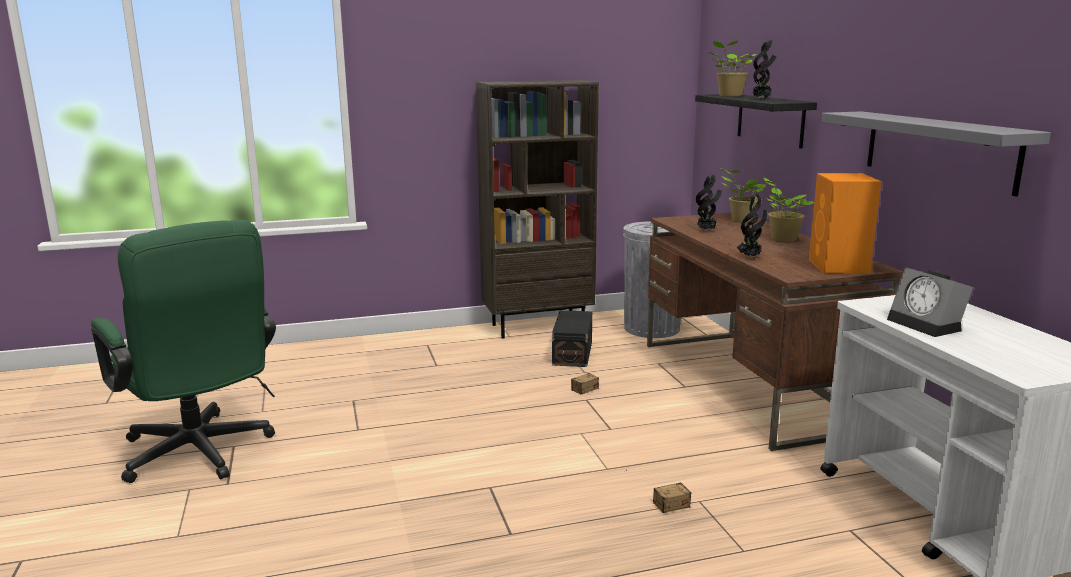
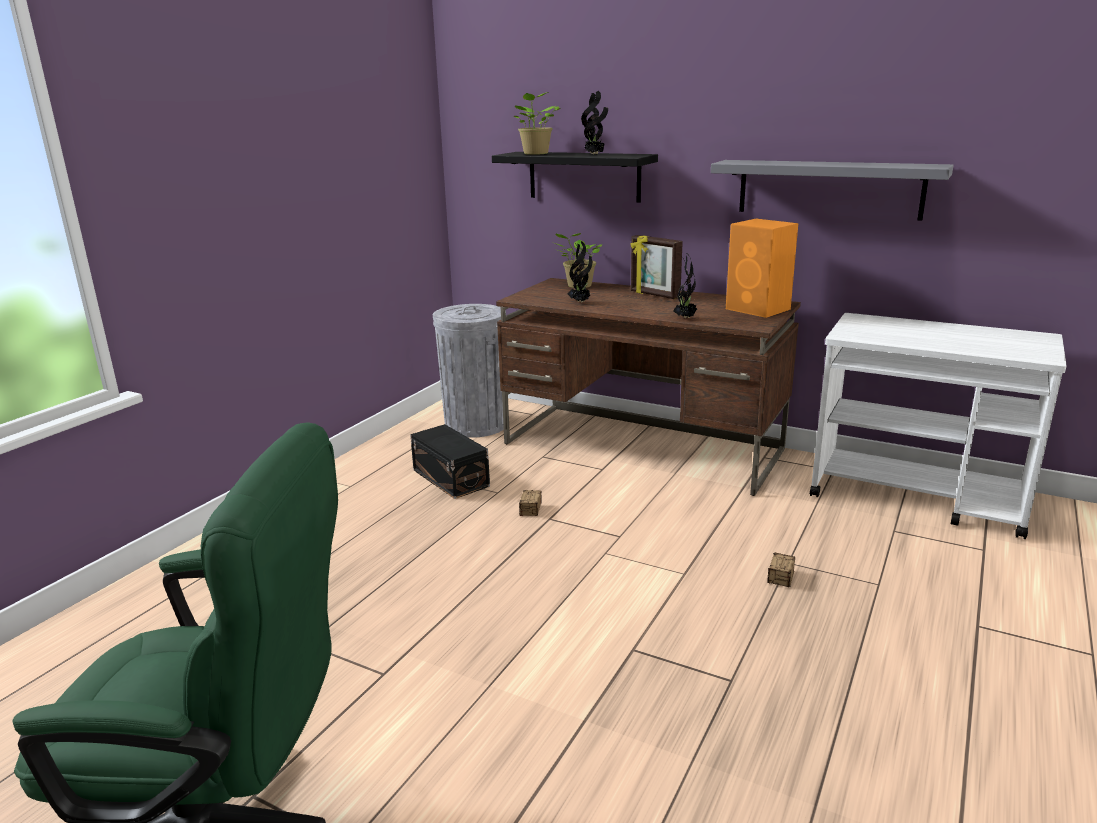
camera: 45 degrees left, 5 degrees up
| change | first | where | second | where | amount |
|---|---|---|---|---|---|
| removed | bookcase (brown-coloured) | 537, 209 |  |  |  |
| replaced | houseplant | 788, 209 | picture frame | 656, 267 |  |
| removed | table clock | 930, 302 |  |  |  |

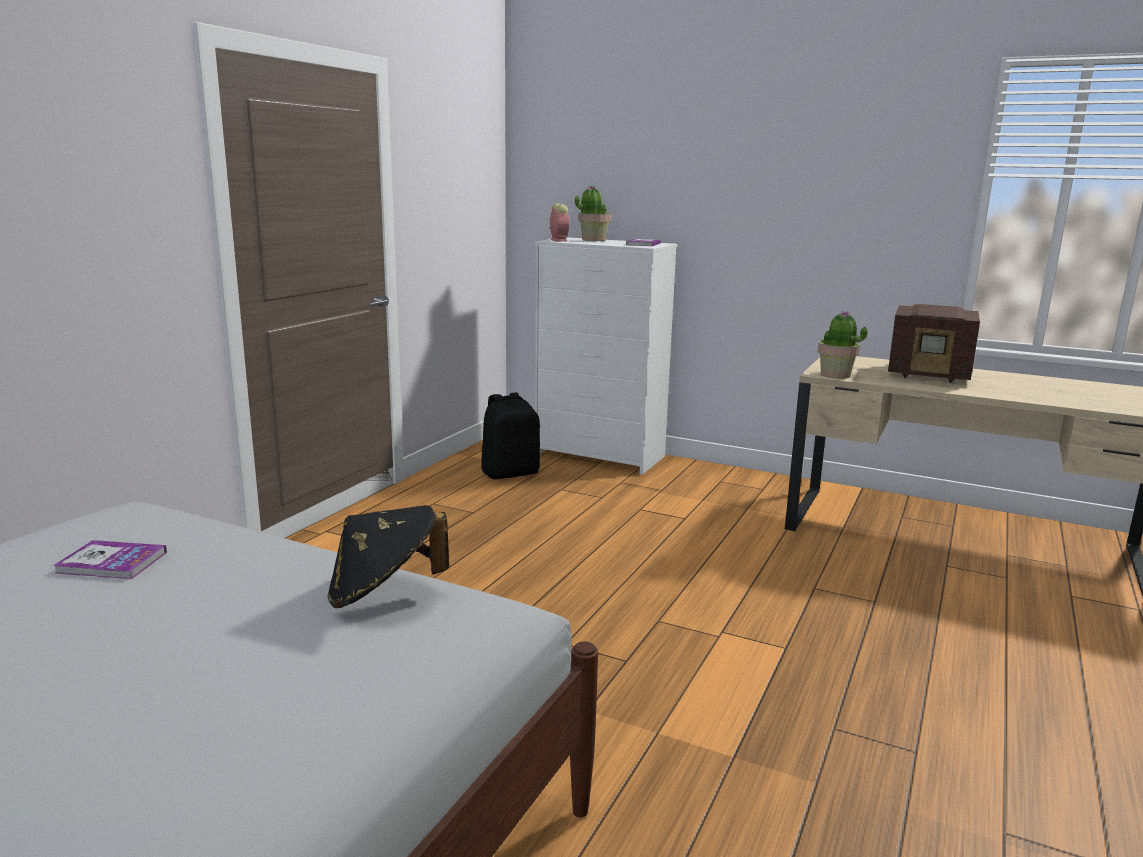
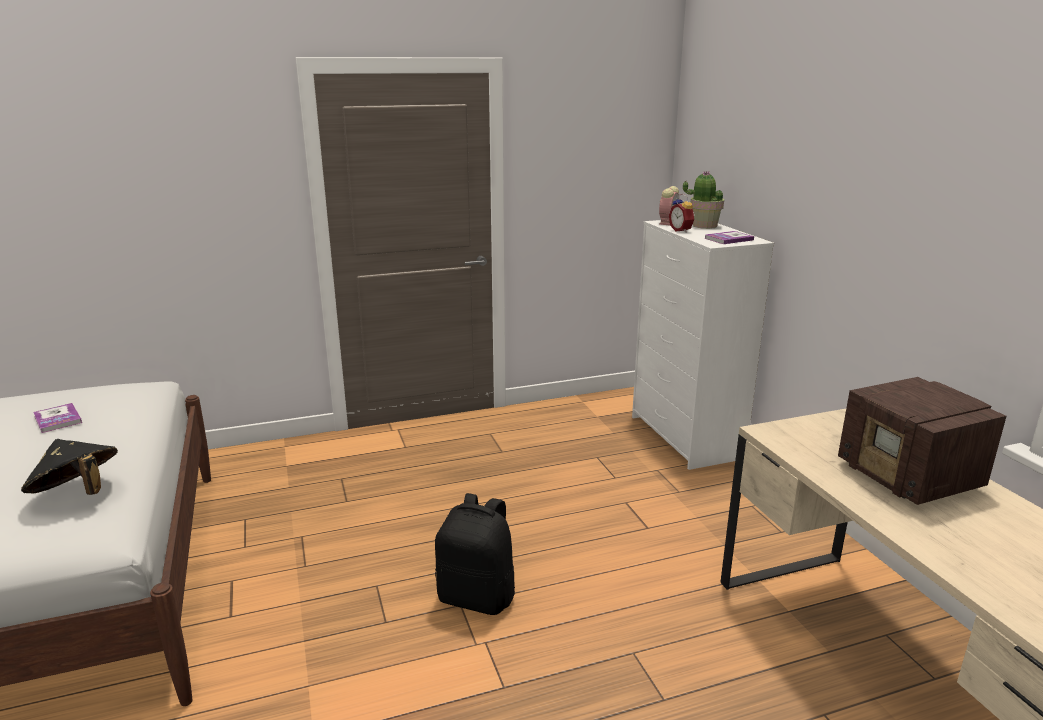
camera: 45 degrees right, 5 degrees up
| change | first | where | second | where | amount |
|---|---|---|---|---|---|
| removed | houseplant | 843, 345 |  |  |  |
| moved | rucksack (blackish) | 510, 435 |  | 475, 554 |  |
| added |  |  | table clock | 682, 213 |  |

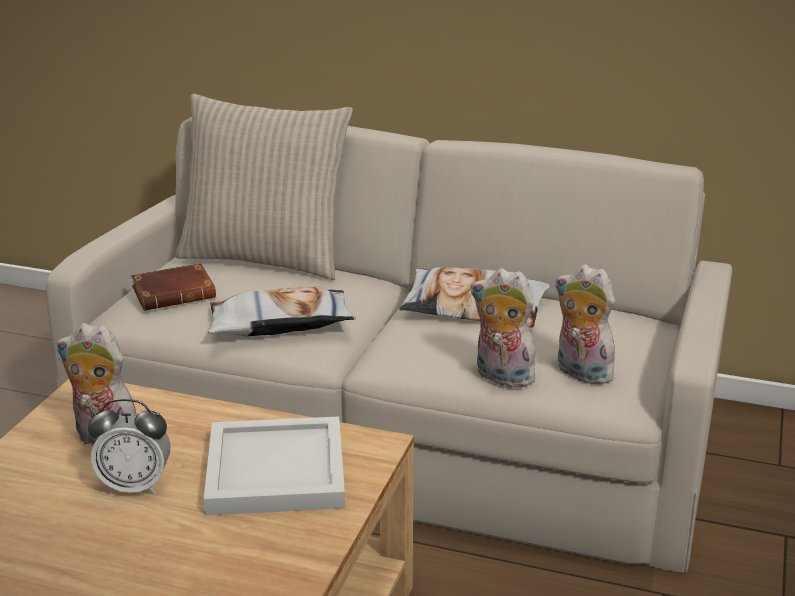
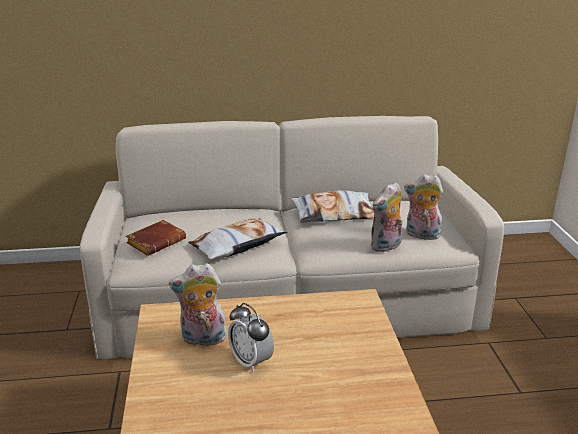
camera: 25 degrees left, 0 degrees up
| change | first | where | second | where | amount |
|---|---|---|---|---|---|
| removed | cushion (beige-coloured) | 264, 187 |  |  |  |
| turned | plush toy | 504, 327 |  | 387, 217 | 45 degrees counterclockwise |
| turned | table clock | 129, 446 |  | 251, 337 | 75 degrees clockwise |
| removed | serving tray (whitish) | 274, 466 |  |  |  |

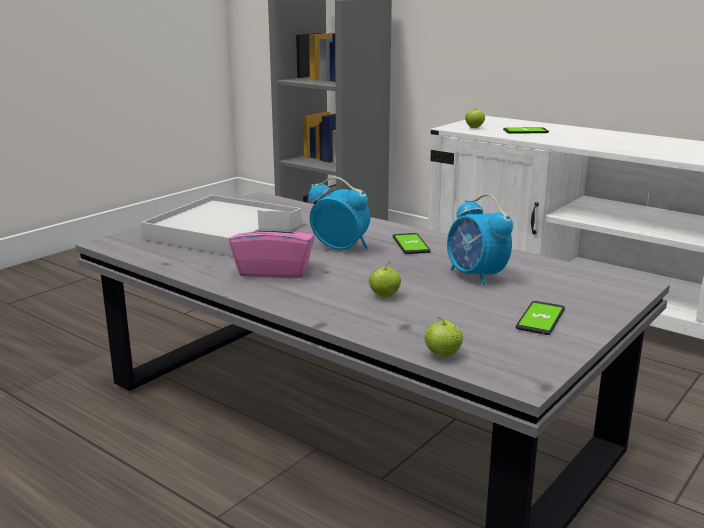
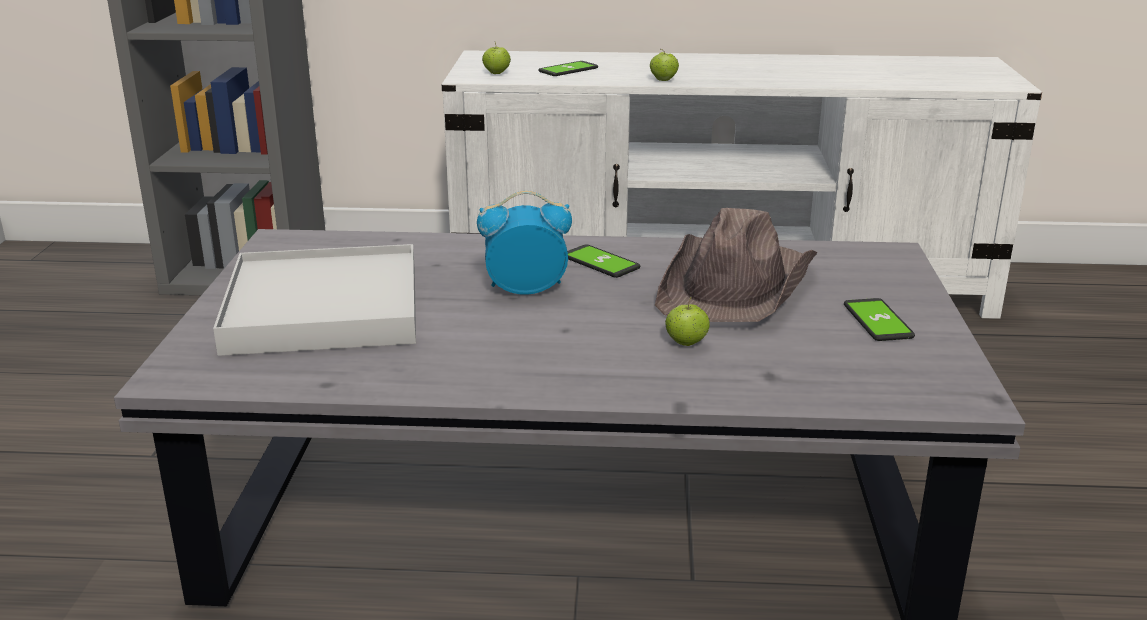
camera: 35 degrees left, 5 degrees up
| change | first | where | second | where | amount |
|---|---|---|---|---|---|
| replaced | table clock | 480, 240 | clothing hat (brown-coloured) | 736, 265 |  |
| removed | box of tissues (pinkish) | 272, 244 |  |  |  |
| moved | apple | 444, 337 |  | 664, 65 |  |

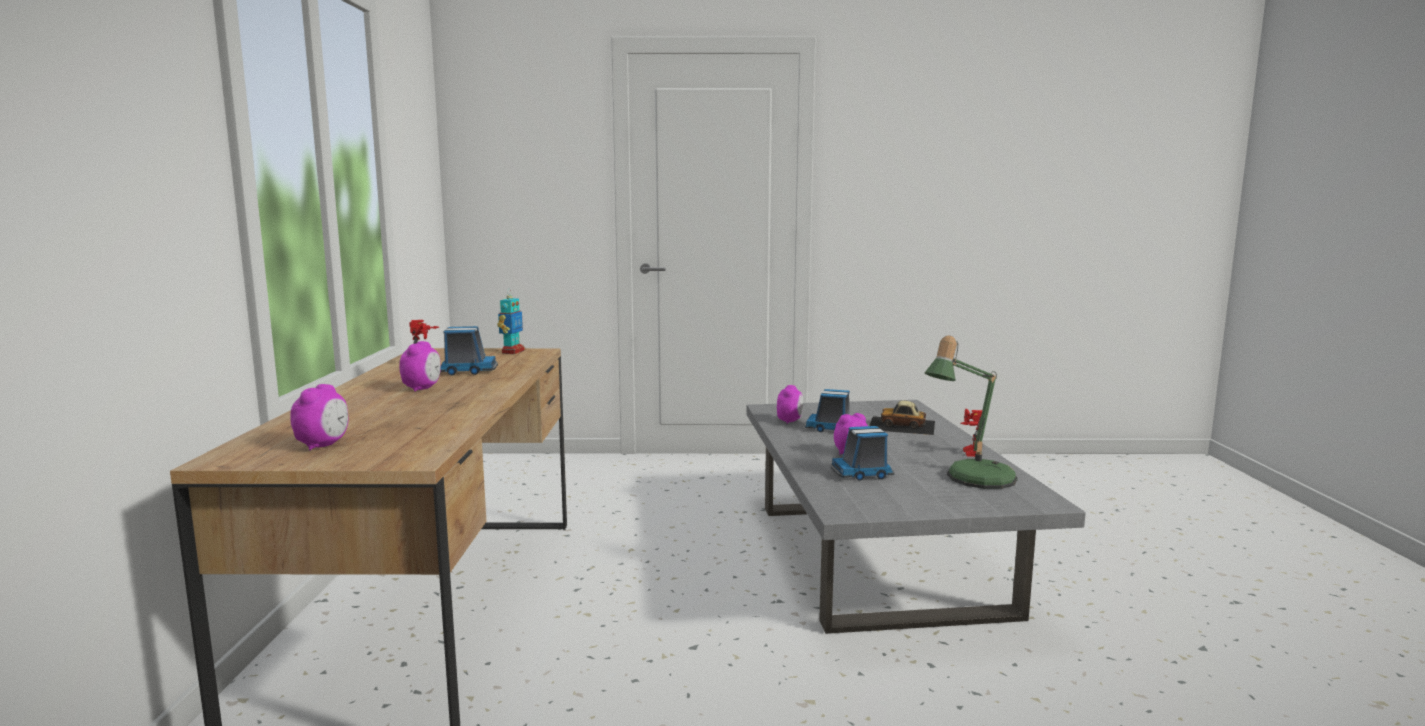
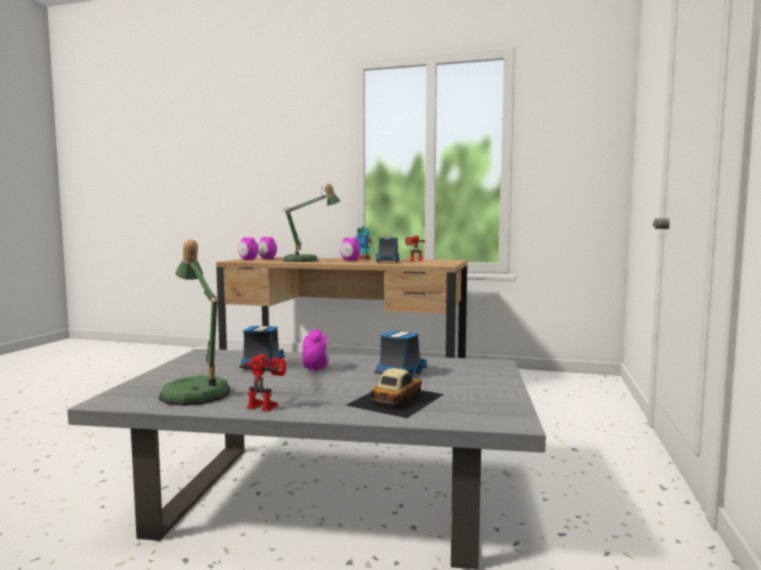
camera: 105 degrees right, 5 degrees down
| change | first | where | second | where | amount |
|---|---|---|---|---|---|
| moved | model robot | 511, 322 |  | 364, 242 |  |
| moved | table clock | 790, 404 |  | 248, 248 |  |
| added |  |  | tabletop lamp | 312, 223 |  |

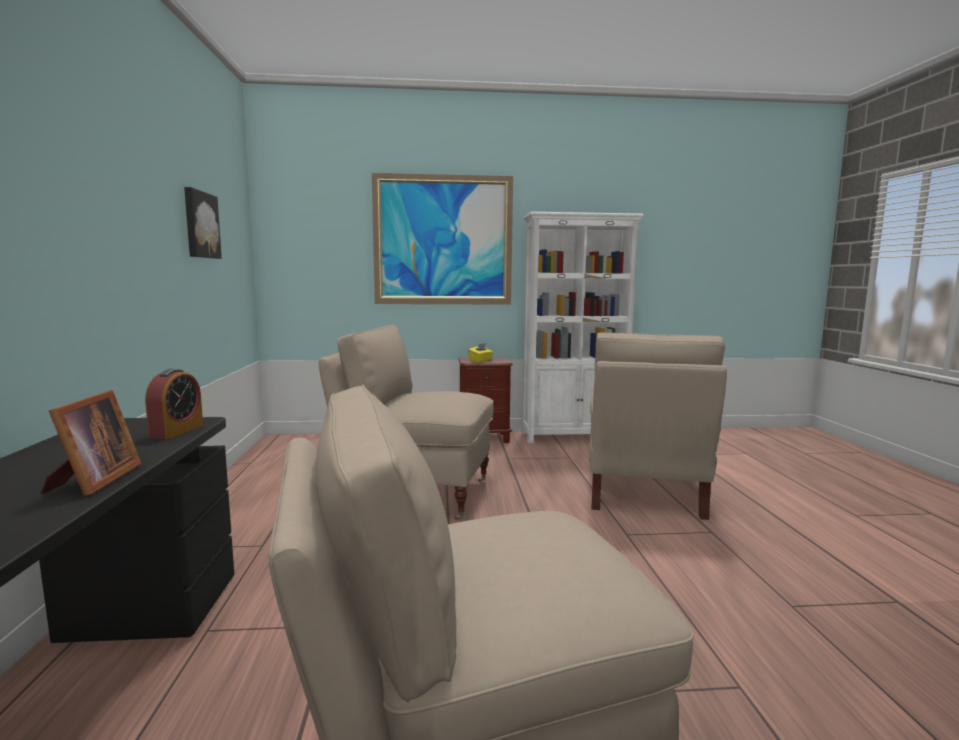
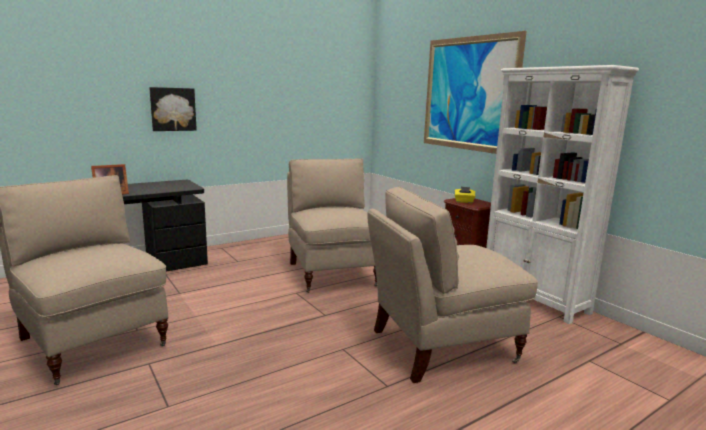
camera: 60 degrees right, 5 degrees up
| change | first | where | second | where | amount |
|---|---|---|---|---|---|
| moved | picture | 203, 223 |  | 173, 109 |  |
| removed | table clock | 174, 404 |  |  |  |

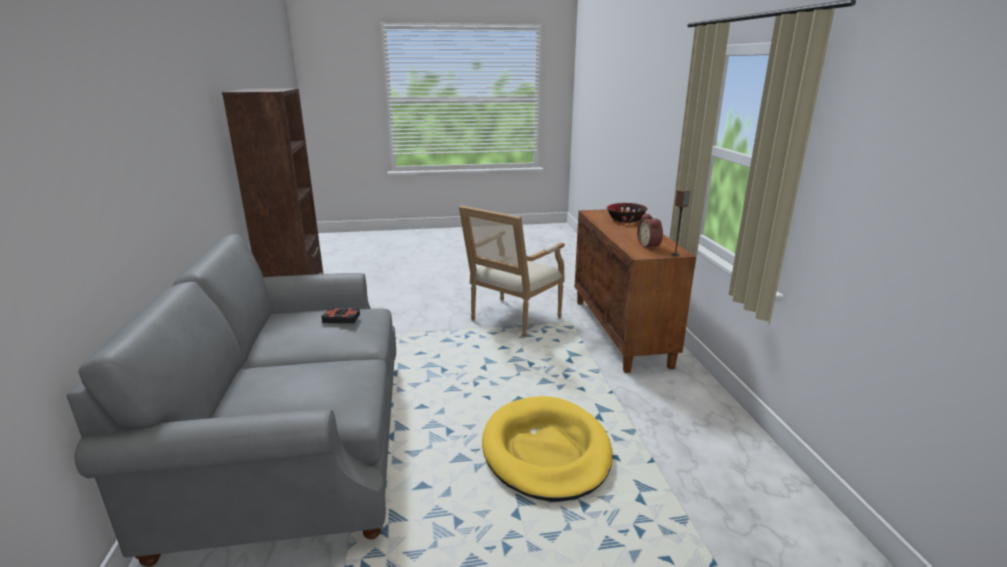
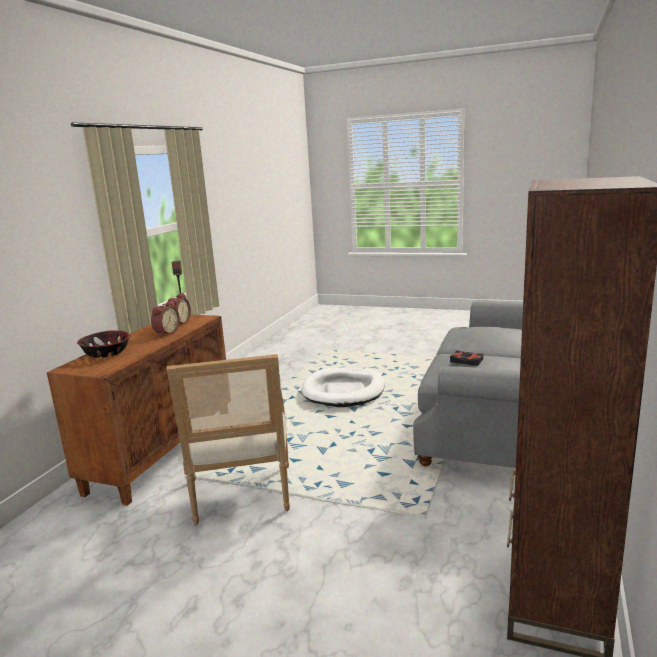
camera: 150 degrees left, 5 degrees down
| change | first | where | second | where | amount |
|---|---|---|---|---|---|
| turned | armchair | 512, 271 |  | 228, 439 | 105 degrees clockwise |
| recoloured | pet bed (yellow-coloured) | 547, 449 | pet bed (whitish) | 343, 387 |  |
| added |  |  | table clock | 165, 319 |  |

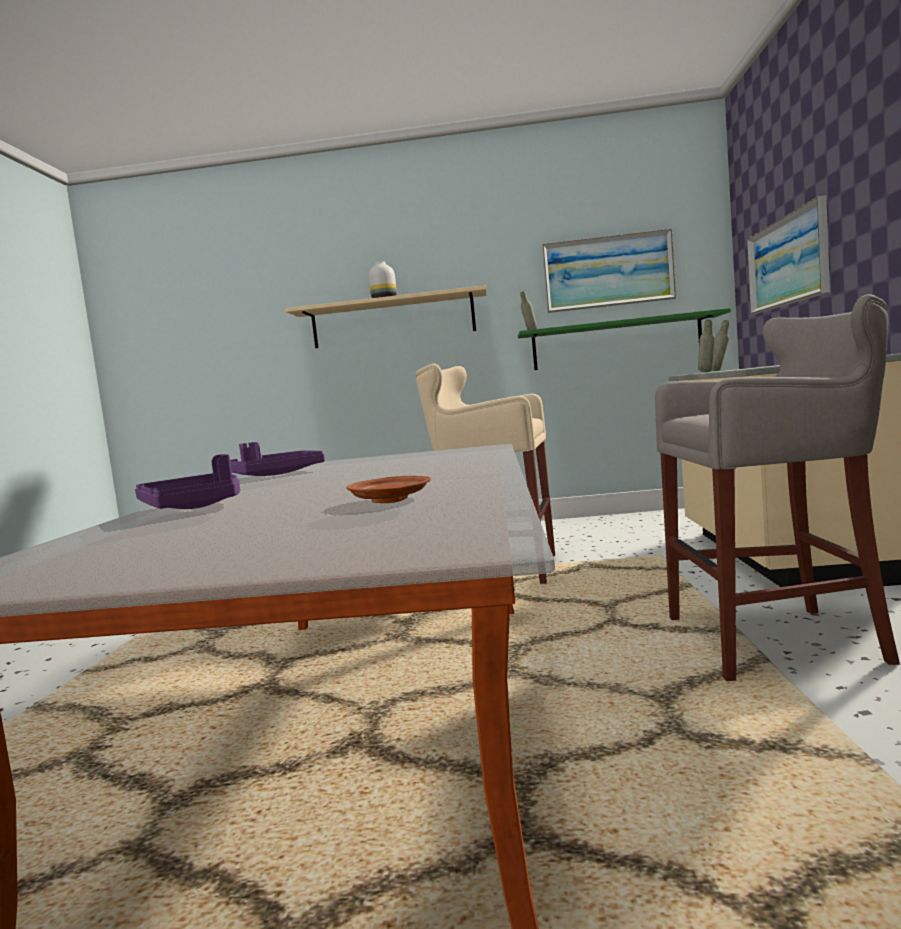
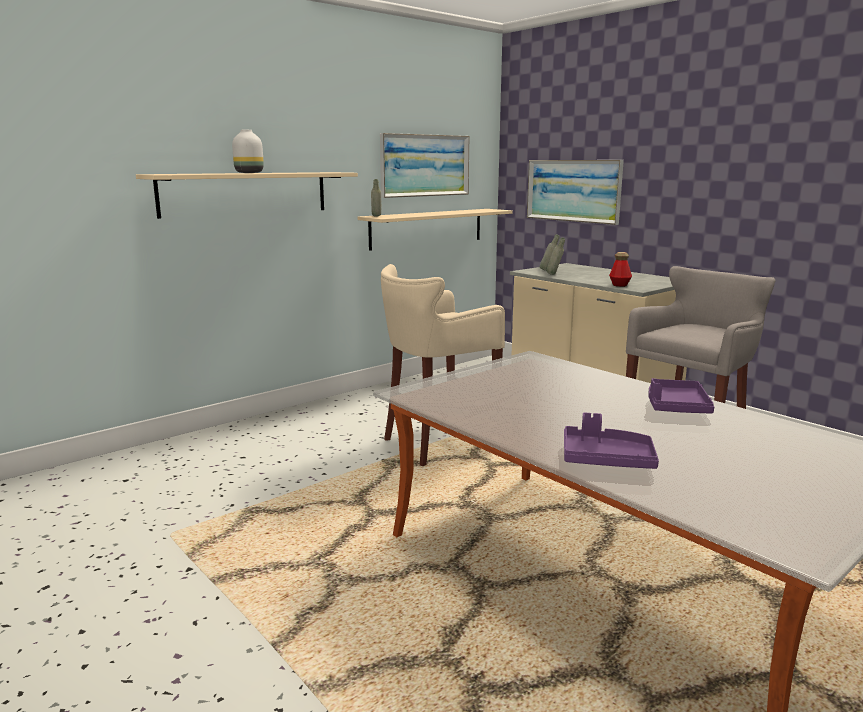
camera: 45 degrees left, 10 degrees up
| change | first | where | second | where | amount |
|---|---|---|---|---|---|
| recoloured | shelf (greenish) | 624, 339 | shelf (beige-coloured) | 435, 230 |  |
| moved | serving tray (purple) | 277, 459 |  | 681, 396 |  |
| removed | flat dish (brown-coloured) | 389, 489 |  |  |  |
| added |  |  | beverage bottle | 620, 269 |  |

